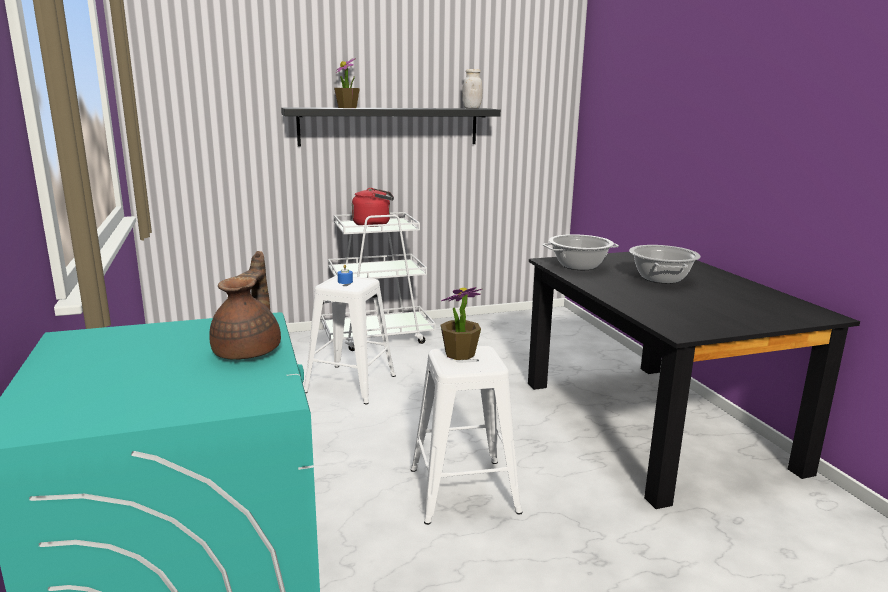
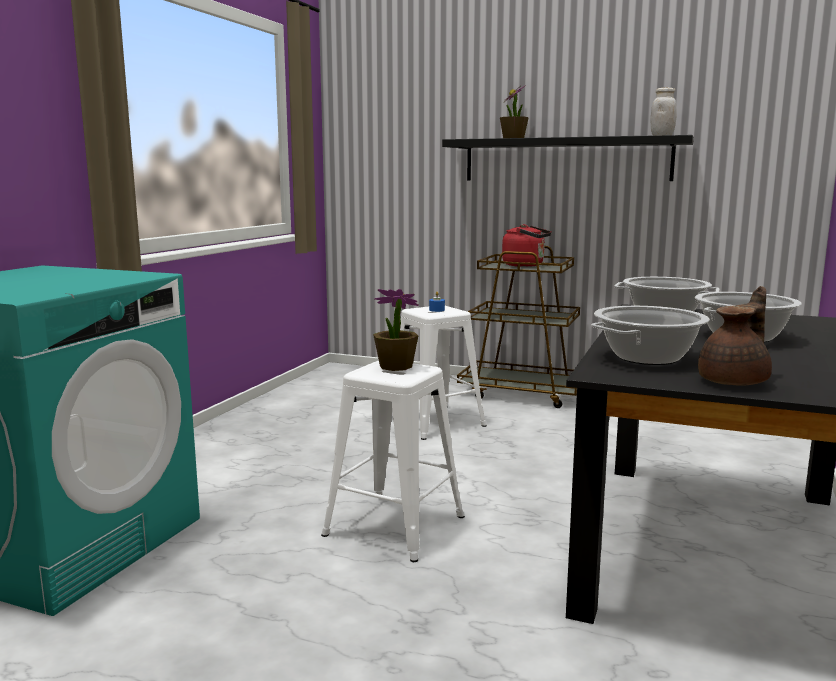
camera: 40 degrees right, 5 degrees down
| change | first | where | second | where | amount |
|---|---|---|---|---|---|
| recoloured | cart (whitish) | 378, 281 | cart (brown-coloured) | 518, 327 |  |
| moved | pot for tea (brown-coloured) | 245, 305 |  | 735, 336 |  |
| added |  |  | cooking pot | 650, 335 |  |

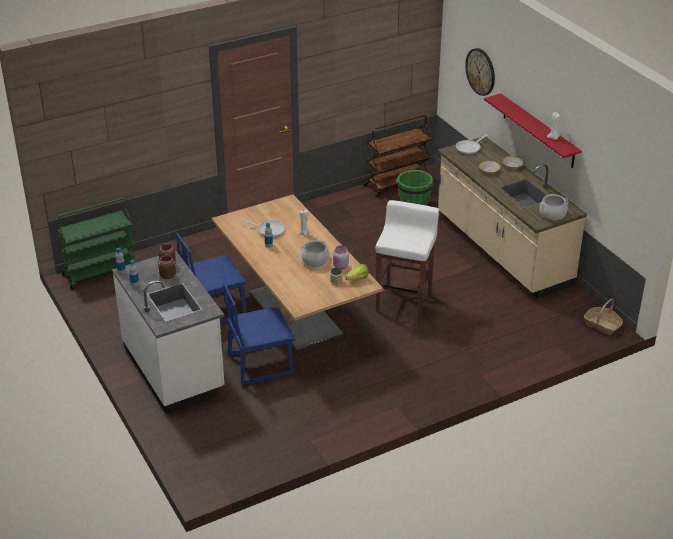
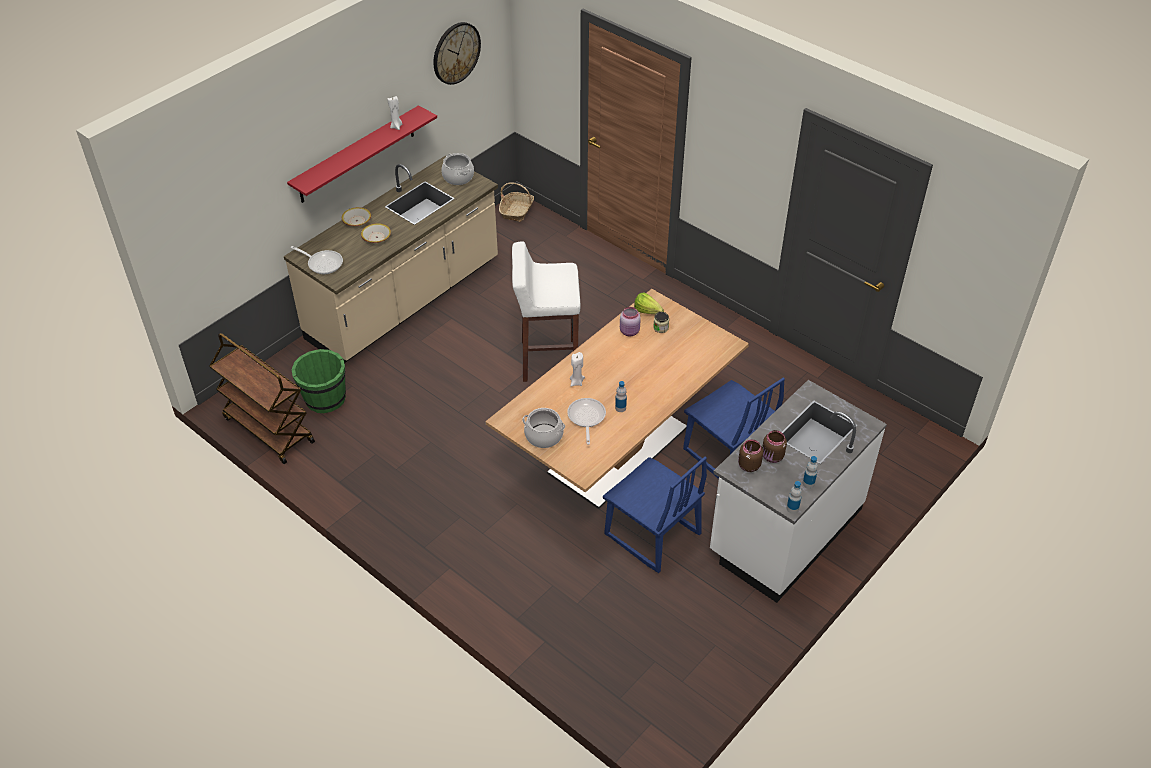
camera: 110 degrees left, 10 degrees up
| change | first | where | second | where | amount |
|---|---|---|---|---|---|
| moved | wall clock | 480, 72 |  | 457, 53 |  |
| removed | cart (greenish) | 96, 243 |  |  |  |
| moved | cooking pot | 315, 253 |  | 543, 428 |  |

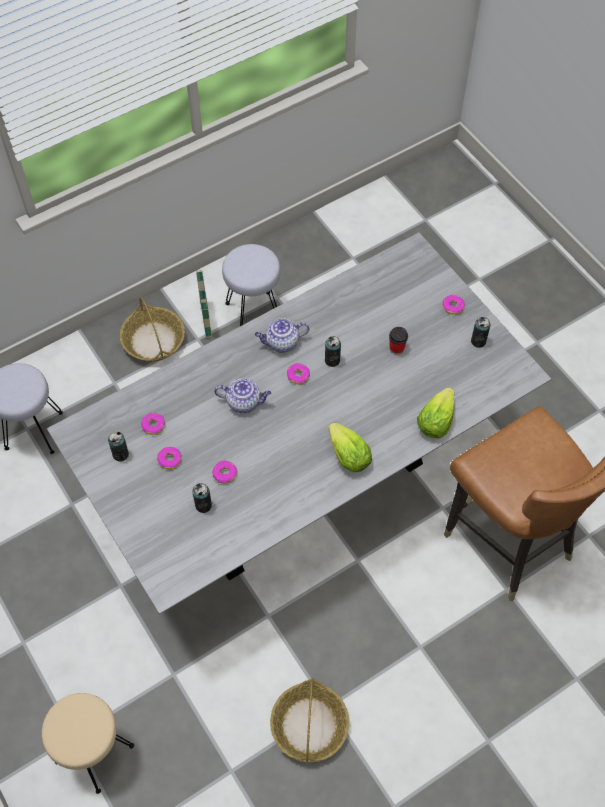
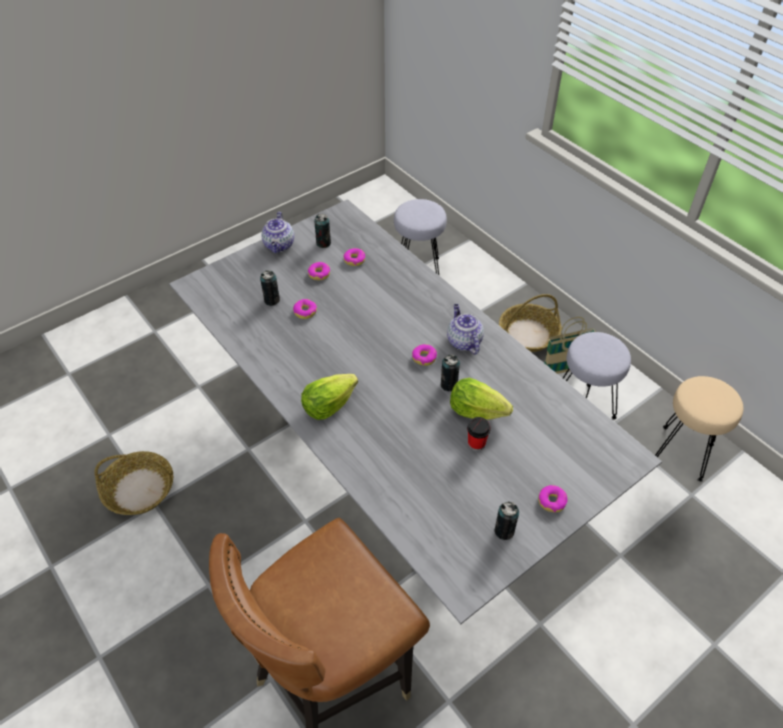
camera: 85 degrees right, 10 degrees down
| change | first | where | second | where | amount |
|---|---|---|---|---|---|
| moved | pot for tea | 242, 395 |  | 277, 232 |  |
| moved | lettuce head | 435, 413 |  | 481, 399 |  |
| moved | stool (beige-coloured) | 88, 743 |  | 699, 429 |  |

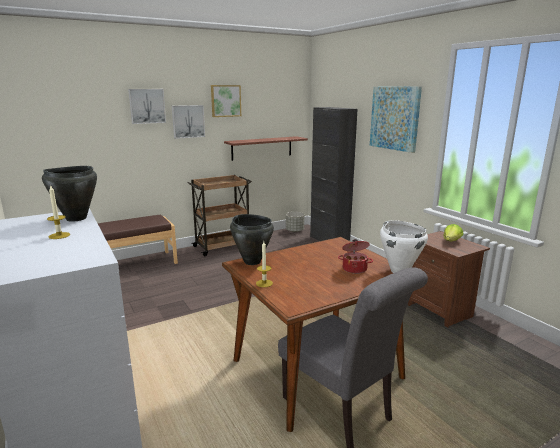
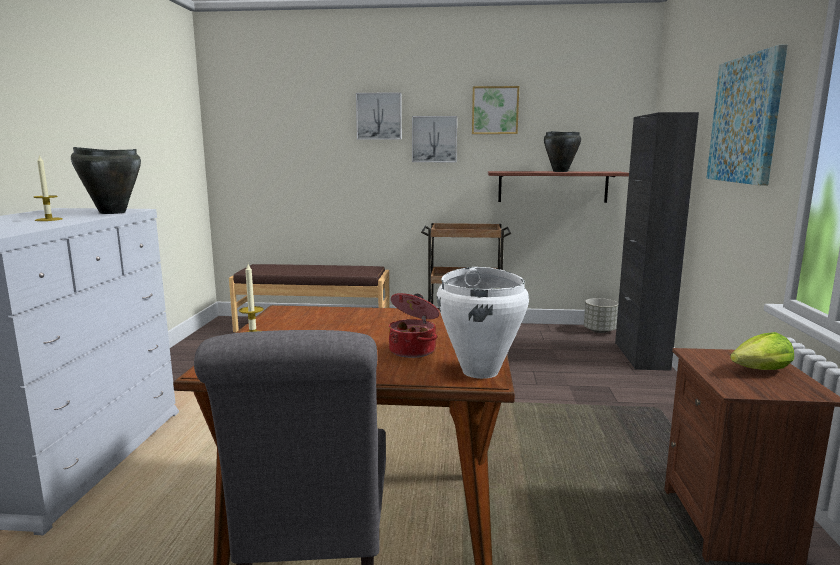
camera: 35 degrees right, 5 degrees down
| change | first | where | second | where | amount |
|---|---|---|---|---|---|
| moved | cooking pot (blackish) | 252, 239 |  | 562, 151 |  |

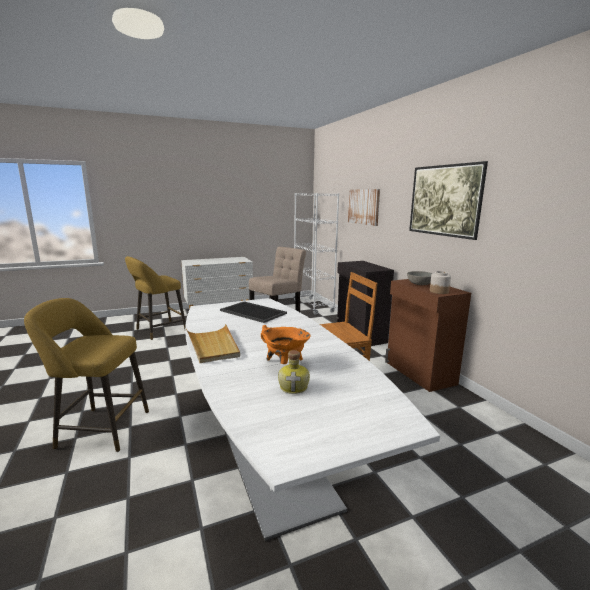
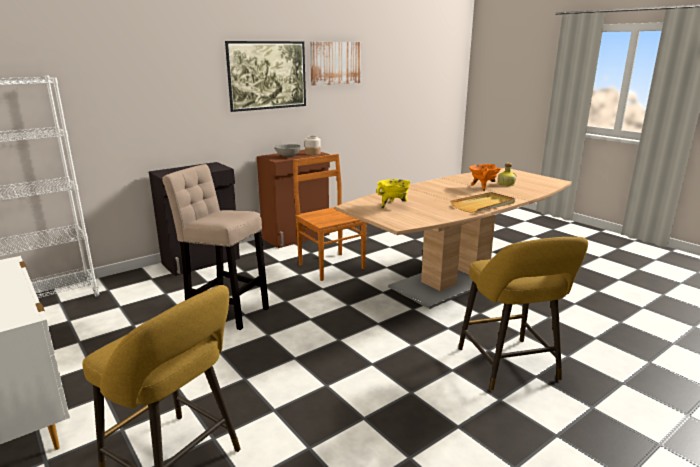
camera: 105 degrees left, 5 degrees up
| change | first | where | second | where | amount |
|---|---|---|---|---|---|
| moved | picture | 364, 207 |  | 335, 64 |  |
| recoloured | kitchen table (whitish) | 312, 419 | kitchen table (brown-coloured) | 453, 238 |  |
| replaced | serving tray | 253, 312 | cooking pot (yellow-coloured) | 393, 193 |  |

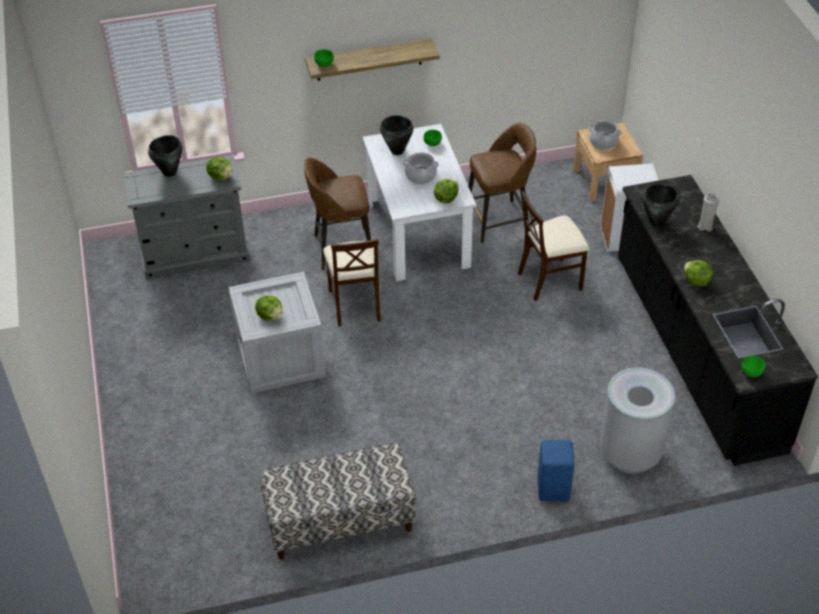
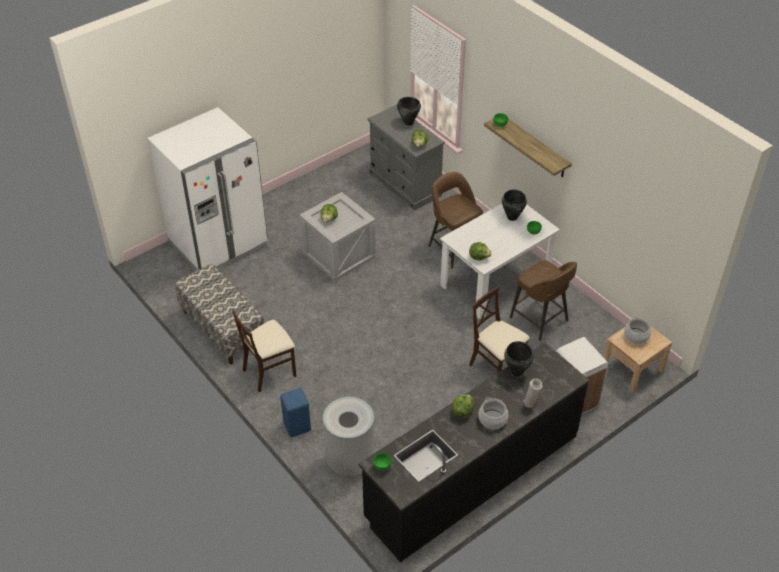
camera: 65 degrees right, 0 degrees up
| change | first | where | second | where | amount |
|---|---|---|---|---|---|
| moved | cooking pot | 421, 168 |  | 493, 413 |  |
| moved | chair (beige-coloured) | 352, 282 |  | 264, 351 |  |
| added |  |  | fridge (whitish) | 207, 189 |  |

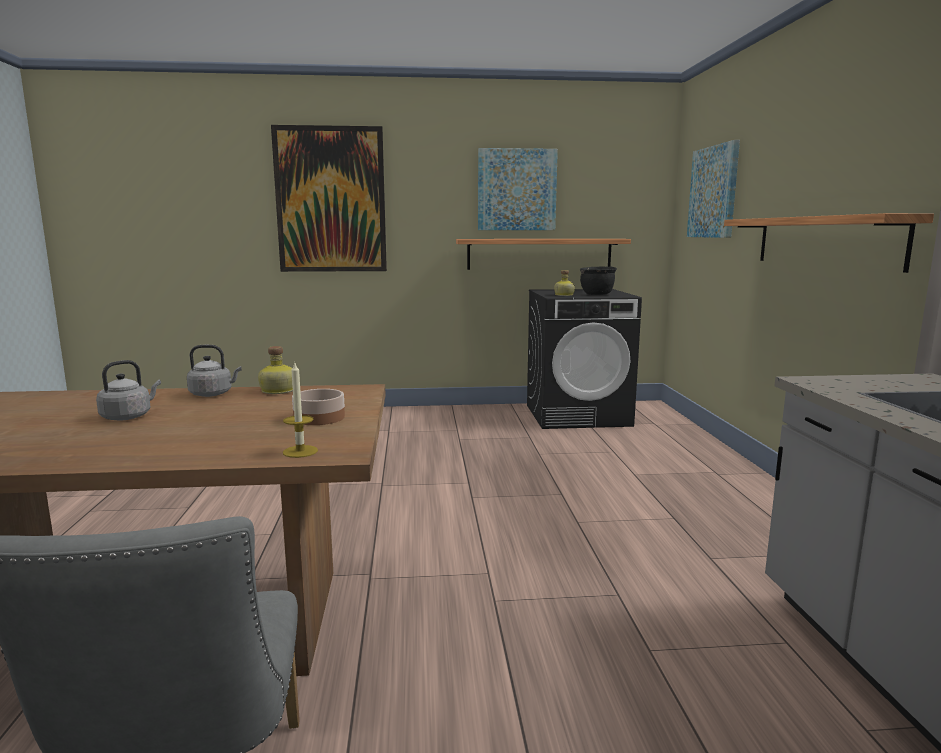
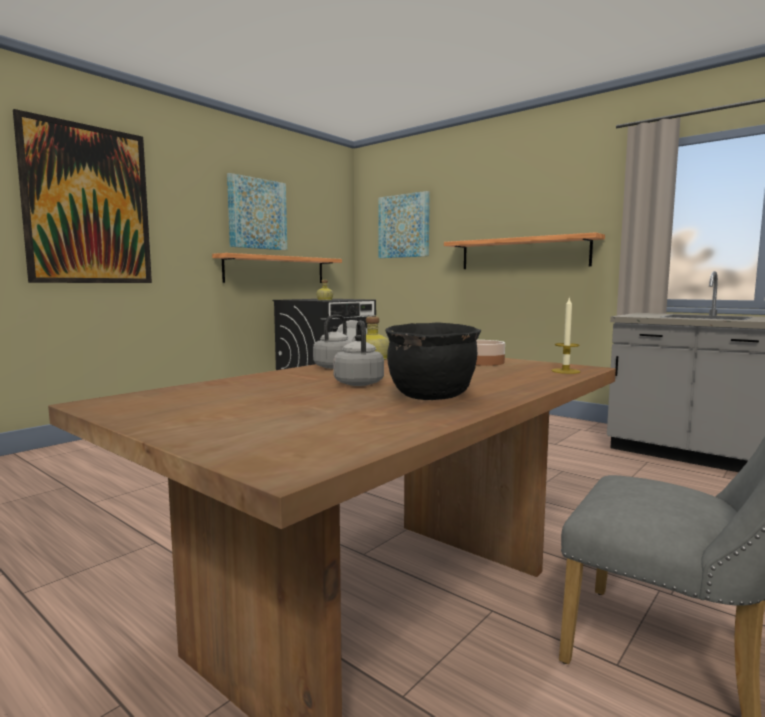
camera: 45 degrees left, 5 degrees down
| change | first | where | second | where | amount |
|---|---|---|---|---|---|
| moved | cooking pot (blackish) | 598, 280 |  | 433, 361 |  |

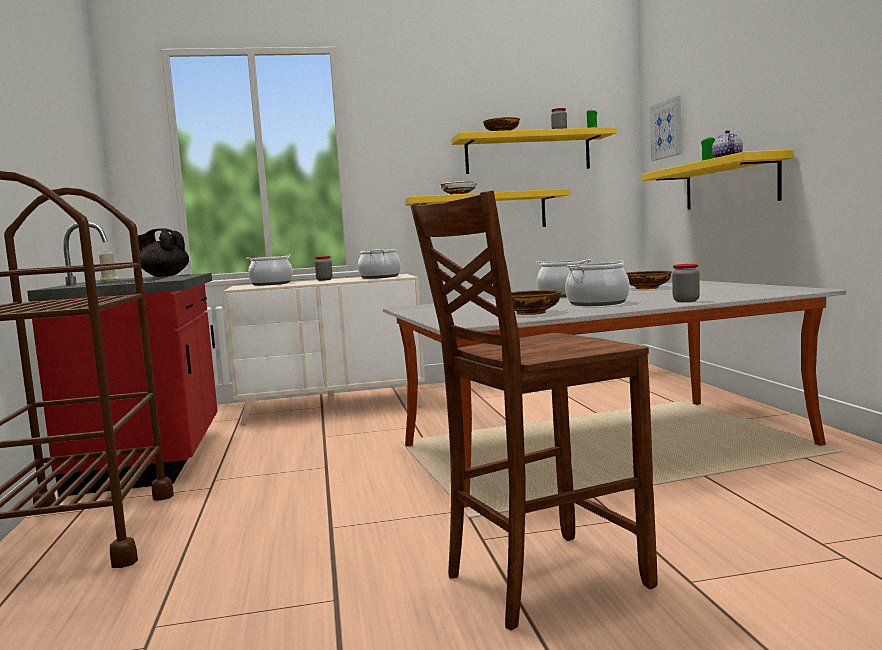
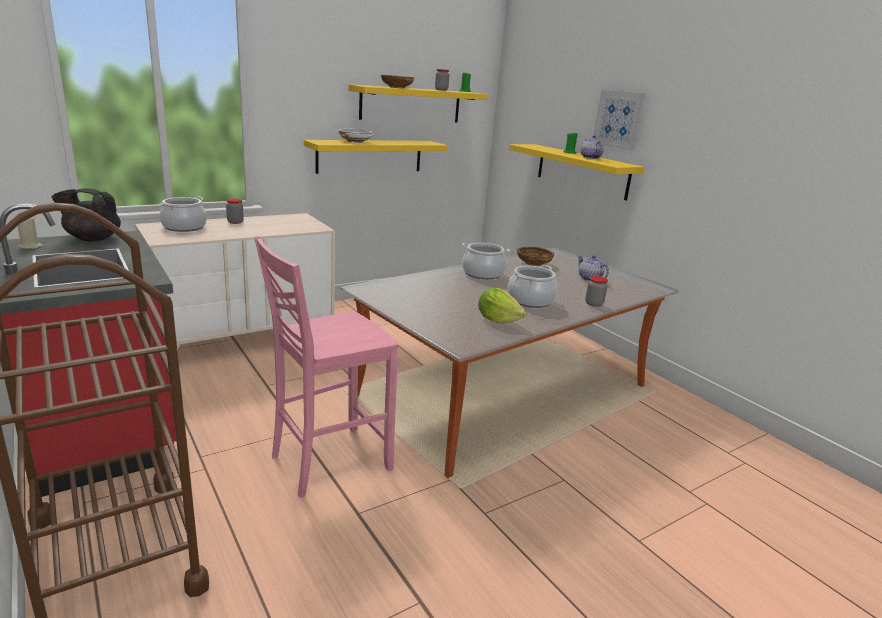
camera: 25 degrees left, 15 degrees up
| change | first | where | second | where | amount |
|---|---|---|---|---|---|
| moved | picture | 666, 128 |  | 620, 120 |  |
| removed | chair (brown-coloured) | 534, 410 |  |  |  |
| removed | cooking pot | 379, 264 |  |  |  |
| replaced | deep dish (brown-coloured) | 536, 302 | lettuce head | 502, 306 |  |
| added |  |  | chair (pinkish) | 326, 367 |  |
| added |  |  | pot for tea | 593, 268 |  |

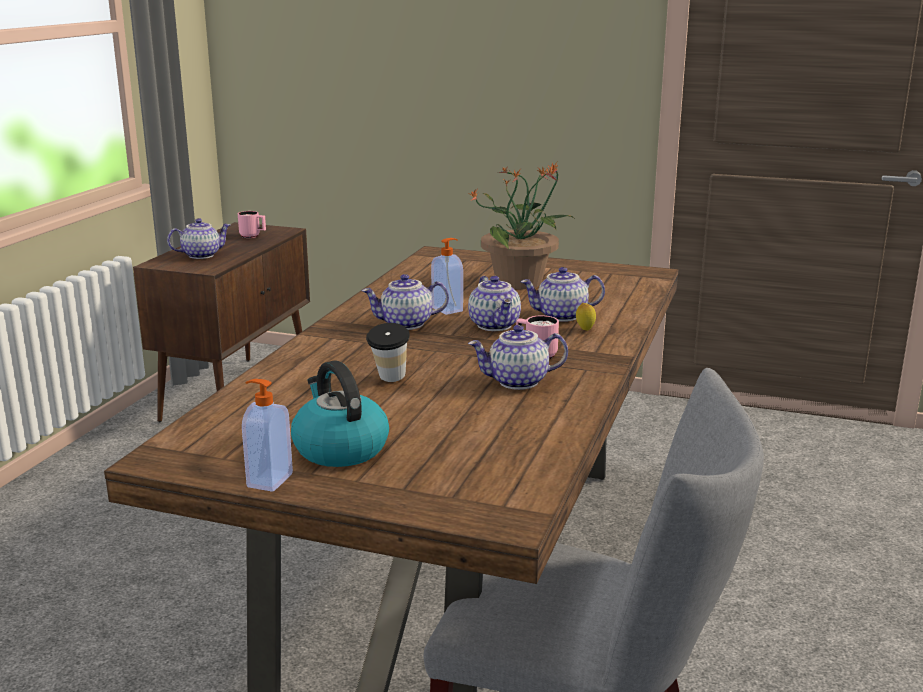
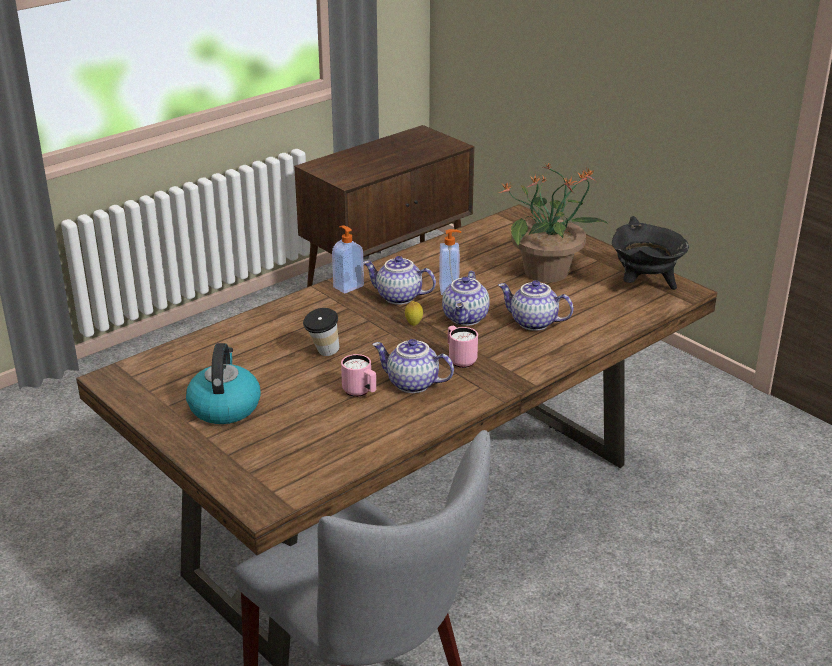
camera: 30 degrees right, 10 degrees up
| change | first | where | second | where | amount |
|---|---|---|---|---|---|
| moved | tea mug (pinkish) | 252, 224 |  | 358, 375 |  |
| removed | pot for tea | 198, 238 |  |  |  |
| moved | lemon | 586, 317 |  | 414, 313 |  |
| moved | liquid soap bottle | 267, 435 |  | 348, 260 |  |
| added |  |  | cooking pot (blackish) | 650, 253 |  |

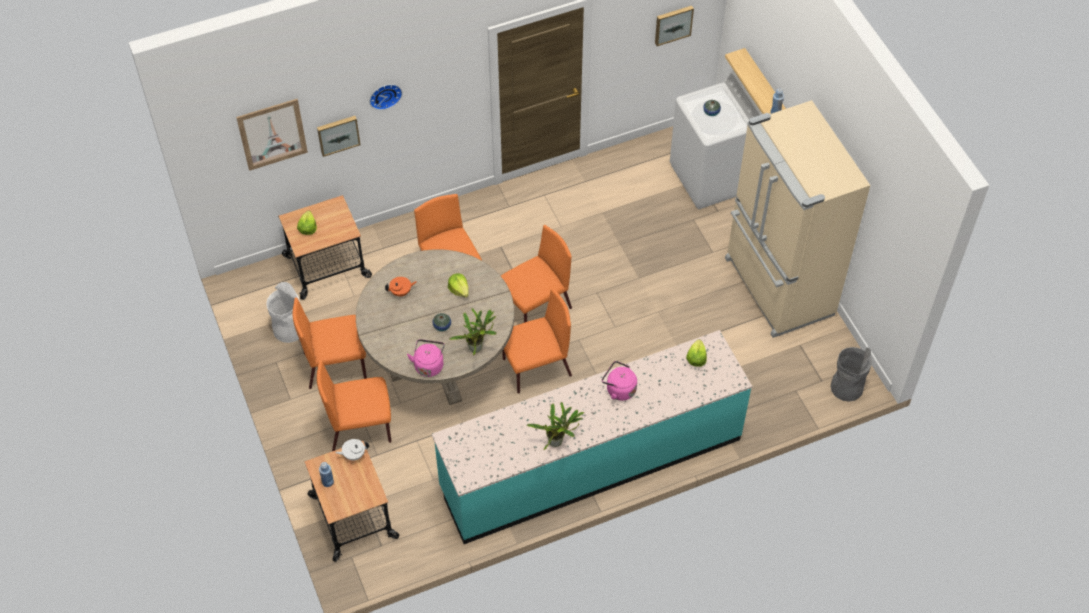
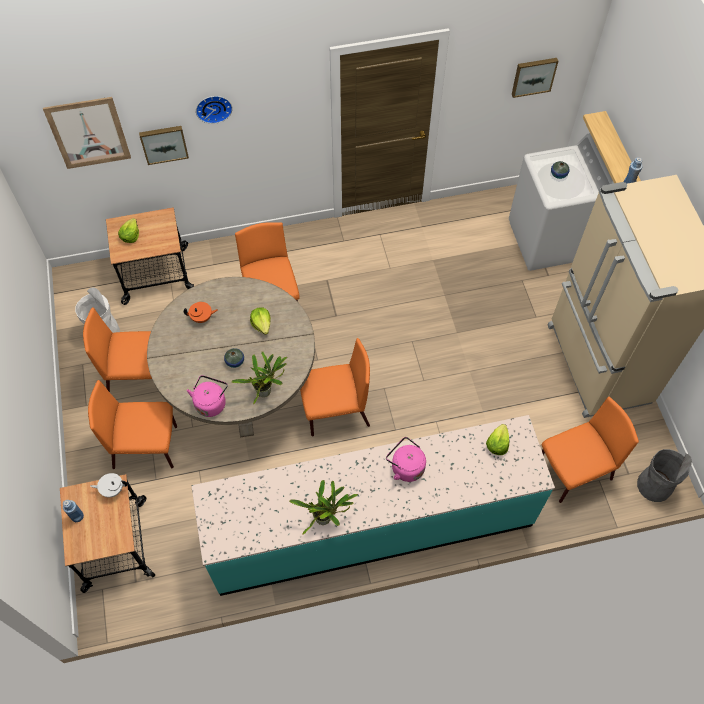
camera: 10 degrees right, 5 degrees up
| change | first | where | second | where | amount |
|---|---|---|---|---|---|
| moved | chair (orange-coloured) | 536, 274 |  | 590, 450 |  |

